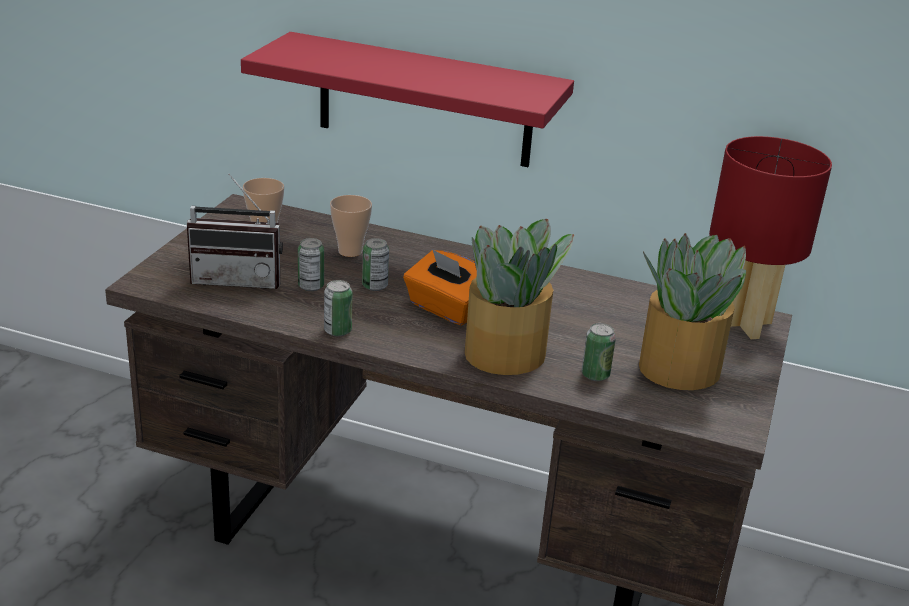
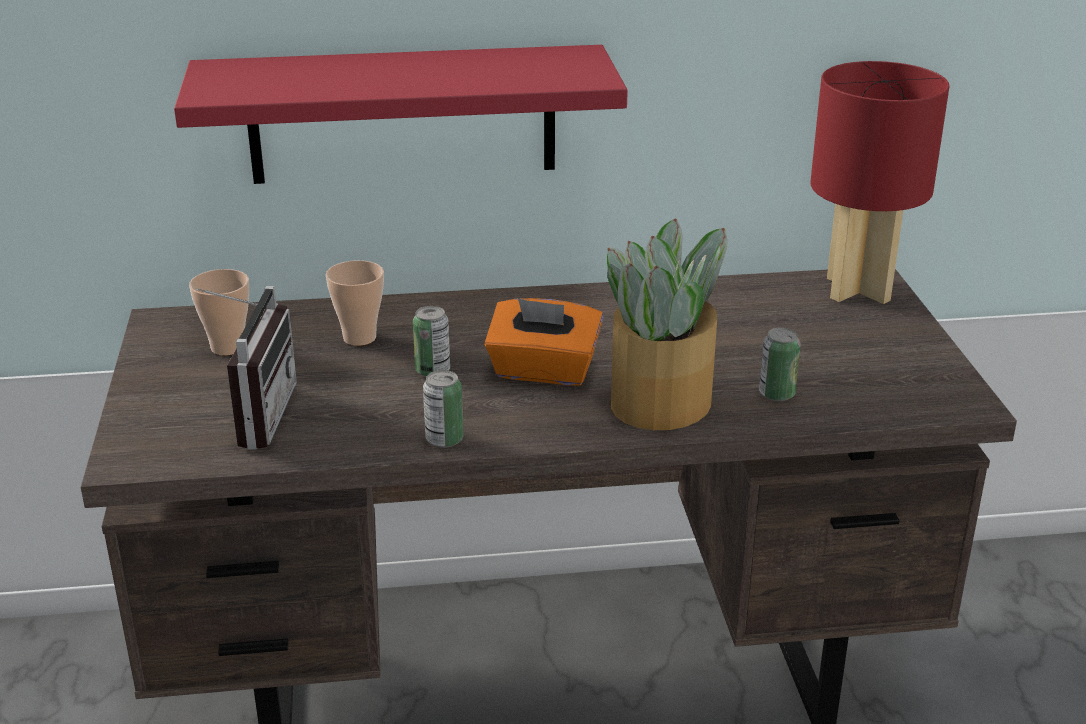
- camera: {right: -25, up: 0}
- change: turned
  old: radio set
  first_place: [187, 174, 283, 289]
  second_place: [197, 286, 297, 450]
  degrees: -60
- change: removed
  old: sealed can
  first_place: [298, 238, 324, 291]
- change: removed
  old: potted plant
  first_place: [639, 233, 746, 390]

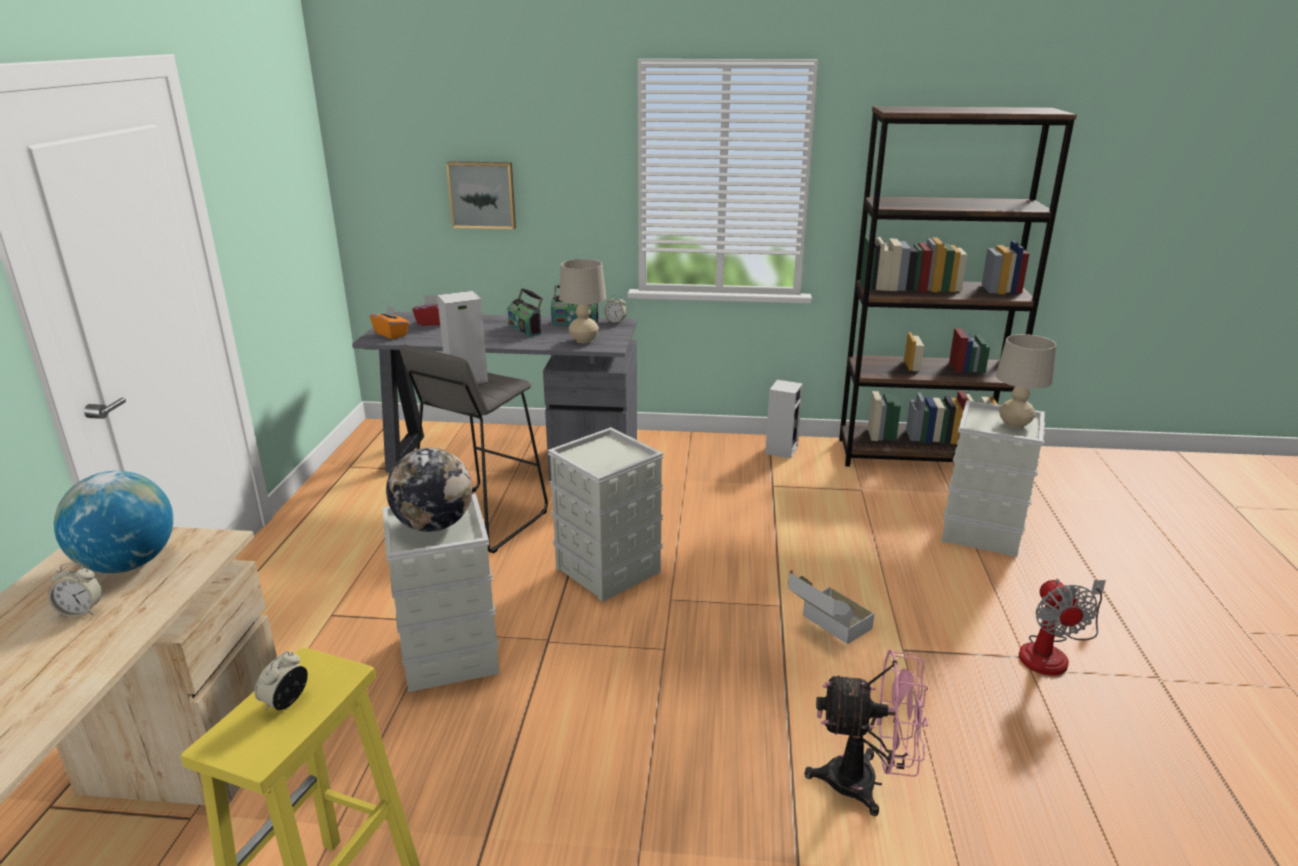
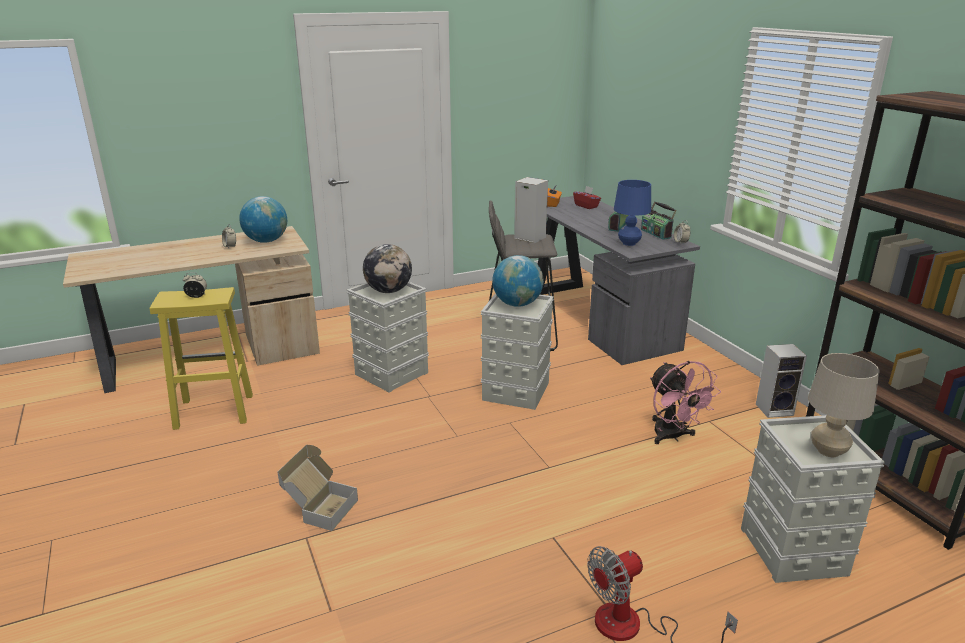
- camera: {right: 60, up: 0}
- change: moved
  old: cardboard box
  first_place: [788, 570, 875, 644]
  second_place: [278, 445, 358, 531]
- change: added
  new: globe
  second_place: [492, 255, 544, 307]
- change: recoloured
  old: beige table lamp
  new: bluish table lamp
  first_place: [559, 259, 606, 343]
  second_place: [614, 180, 651, 246]
- change: moved
  old: pinkish fan
  first_place: [804, 649, 928, 816]
  second_place: [650, 361, 721, 444]
- change: removed
  old: wall picture
  first_place: [446, 162, 516, 229]

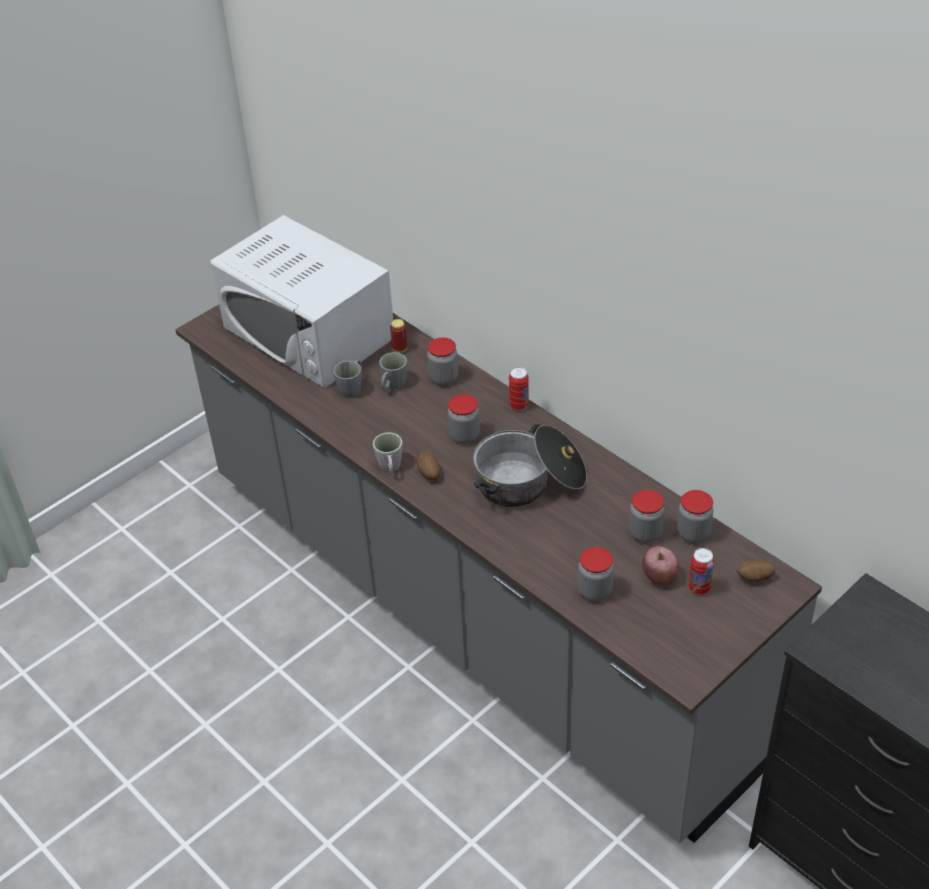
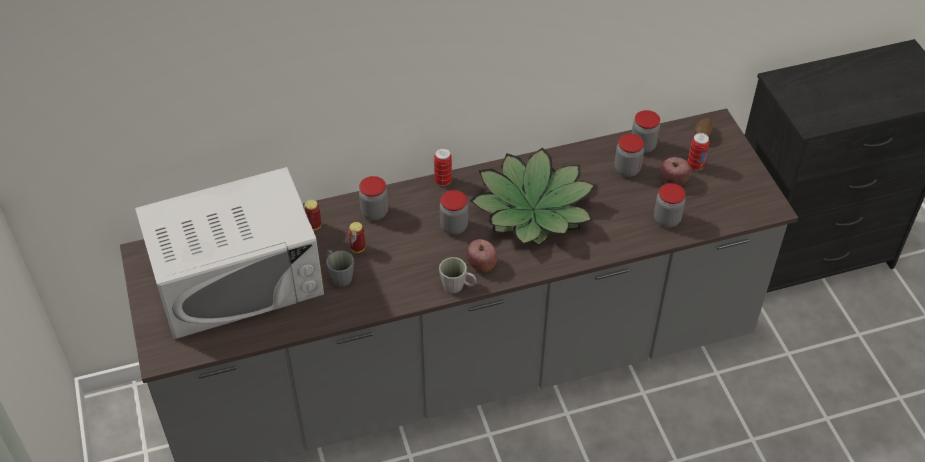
- camera: {right: -65, up: 5}
- change: replaced
  old: grey coffee mug
  new: sealed can
  first_place: [379, 352, 407, 390]
  second_place: [348, 222, 366, 253]
- change: replaced
  old: whole potato
  new: apple fruit
  first_place: [417, 451, 440, 480]
  second_place: [466, 239, 497, 272]
- change: replaced
  old: cooking pot
  new: potted plant
  first_place: [473, 424, 587, 507]
  second_place: [470, 147, 596, 246]

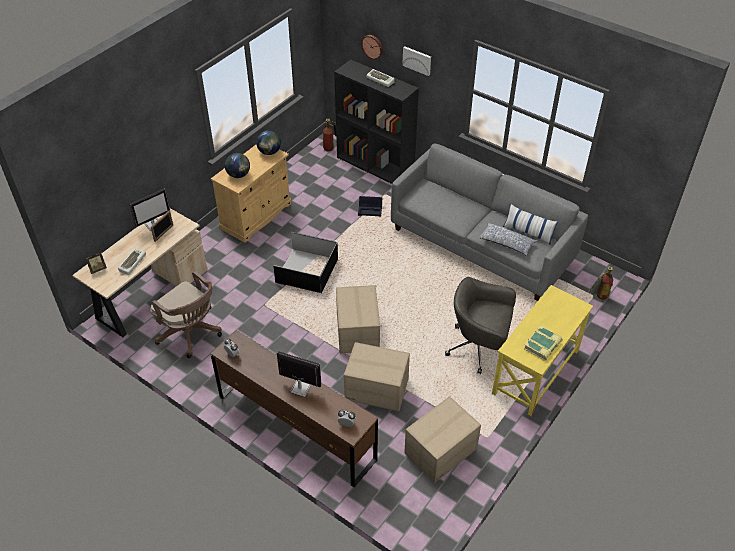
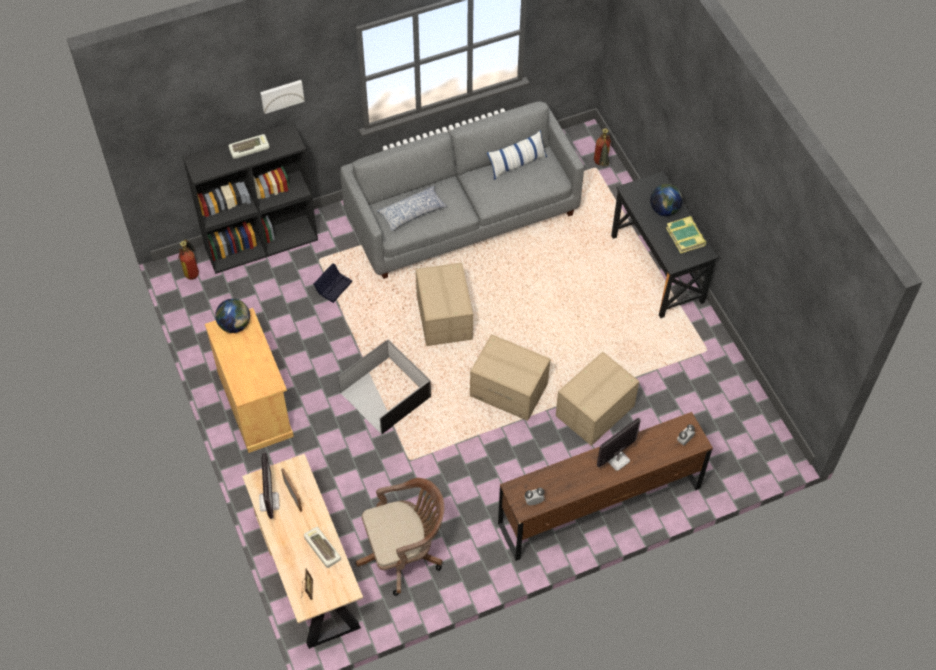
- camera: {right: -60, up: 10}
- change: moved
  old: cushion
  first_place: [478, 222, 538, 256]
  second_place: [377, 185, 447, 232]
- change: moved
  old: cardboard box
  first_place: [404, 396, 481, 483]
  second_place: [416, 263, 473, 346]
- change: recoloured
  old: yellow desk unit
  new: black-coloured desk unit
  first_place: [492, 285, 593, 416]
  second_place: [611, 171, 719, 318]
- change: moved
  old: globe
  first_place: [225, 153, 250, 178]
  second_place: [650, 184, 683, 216]
- change: removed
  old: clock on the wall
  first_place: [361, 35, 383, 60]
- change: removed
  old: grey office chair
  first_place: [445, 277, 516, 374]

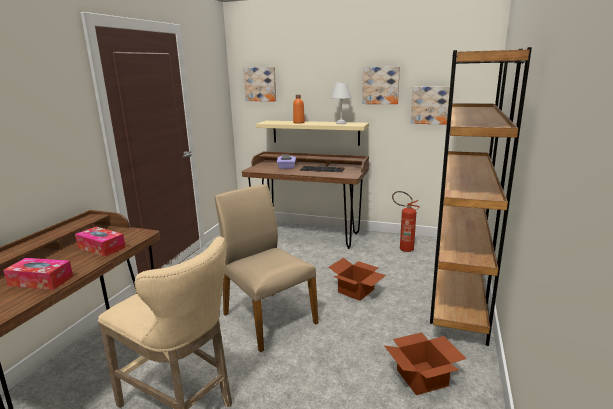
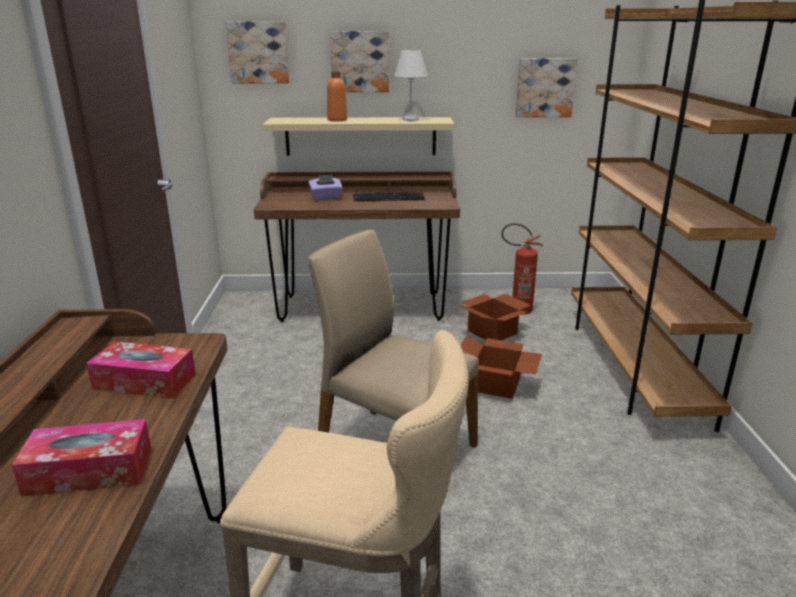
- camera: {right: -20, up: 5}
- change: moved
  old: wall picture
  first_place: [362, 67, 400, 104]
  second_place: [330, 31, 389, 92]
- change: moved
  old: cardboard box
  first_place: [385, 332, 467, 395]
  second_place: [458, 294, 531, 340]

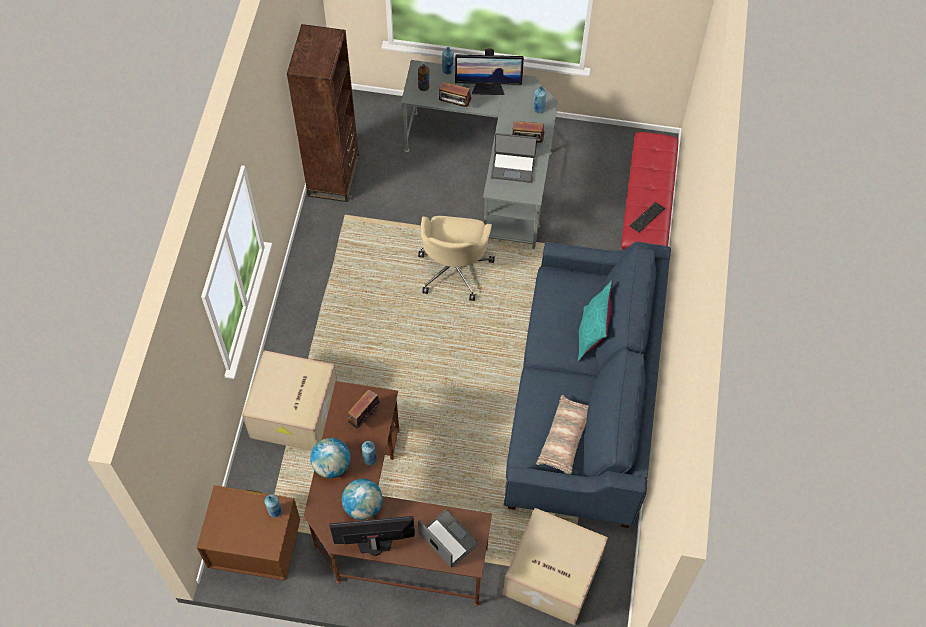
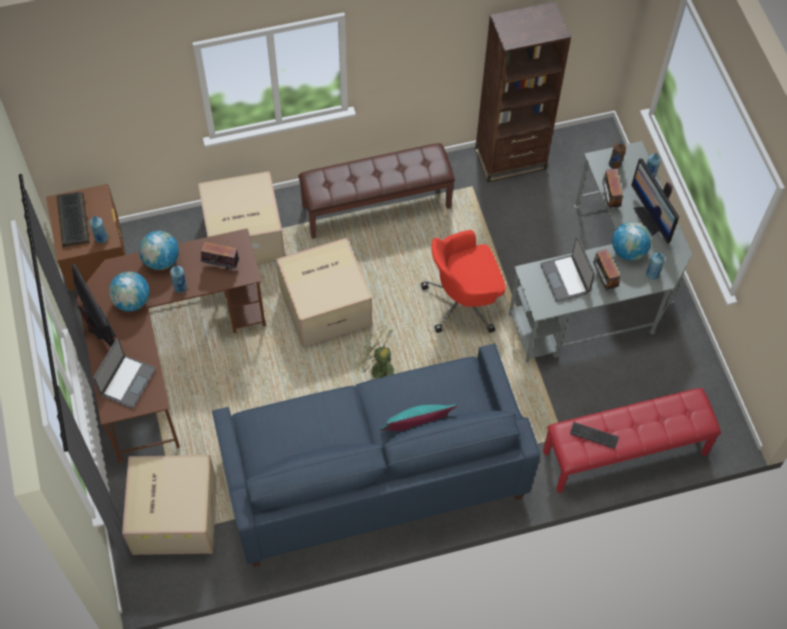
- camera: {right: 65, up: 0}
- change: added
  new: PC keyboard
  second_place: [57, 192, 89, 247]
- change: added
  new: cardboard box
  second_place: [276, 238, 372, 347]
- change: added
  new: brown-coloured bench
  second_place: [298, 143, 455, 239]
- change: added
  new: green-coloured fan
  second_place: [354, 325, 394, 379]
- change: recoloured
  old: beige office chair
  new: reddish office chair
  first_place: [418, 216, 495, 301]
  second_place: [421, 230, 506, 333]
- change: added
  new: globe
  second_place: [612, 222, 652, 261]
- change: removed
  old: cushion
  first_place: [536, 395, 589, 475]

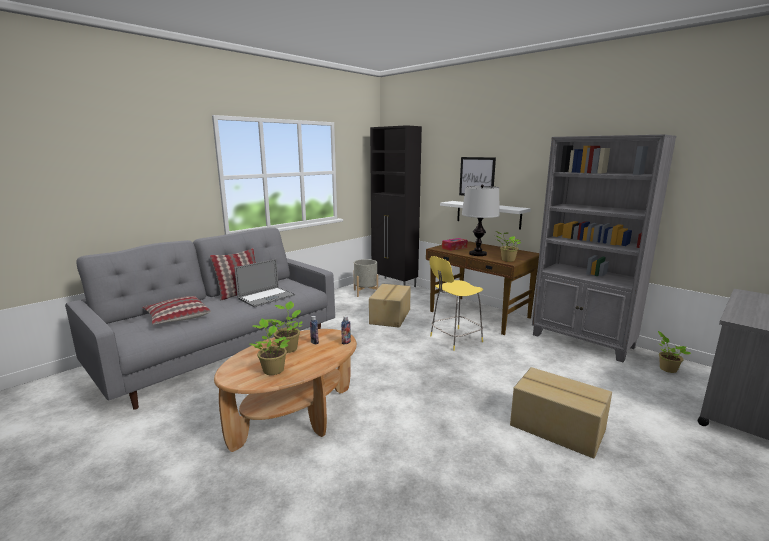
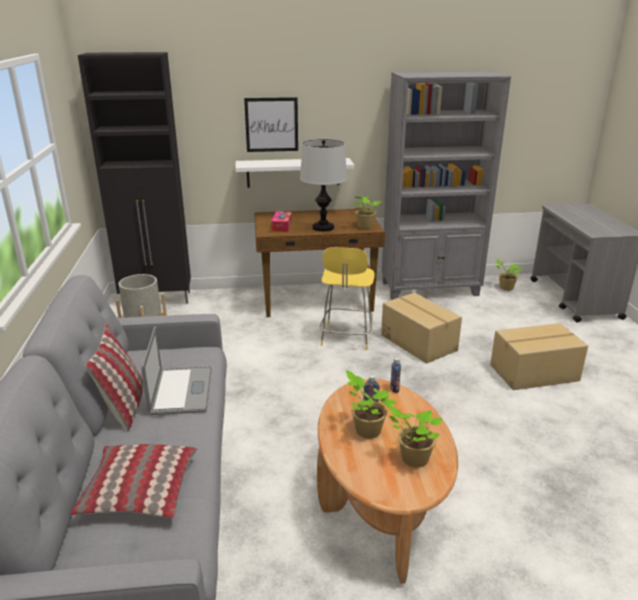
- camera: {right: -50, up: 10}
- change: moved
  old: cardboard box
  first_place: [369, 284, 411, 328]
  second_place: [381, 293, 462, 364]

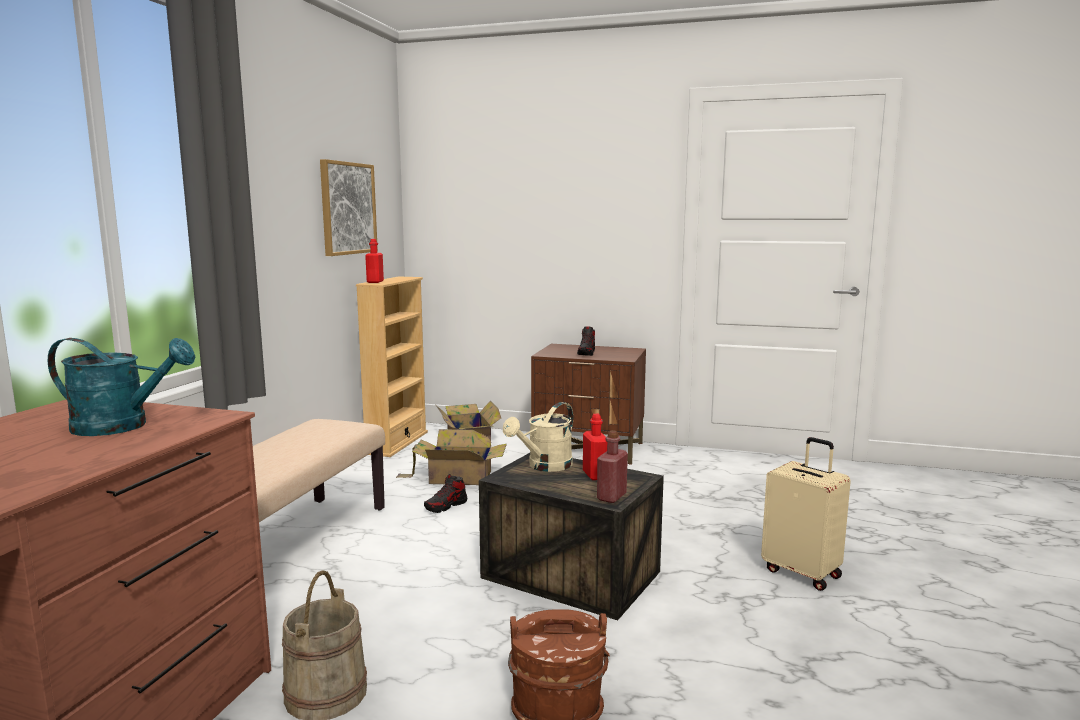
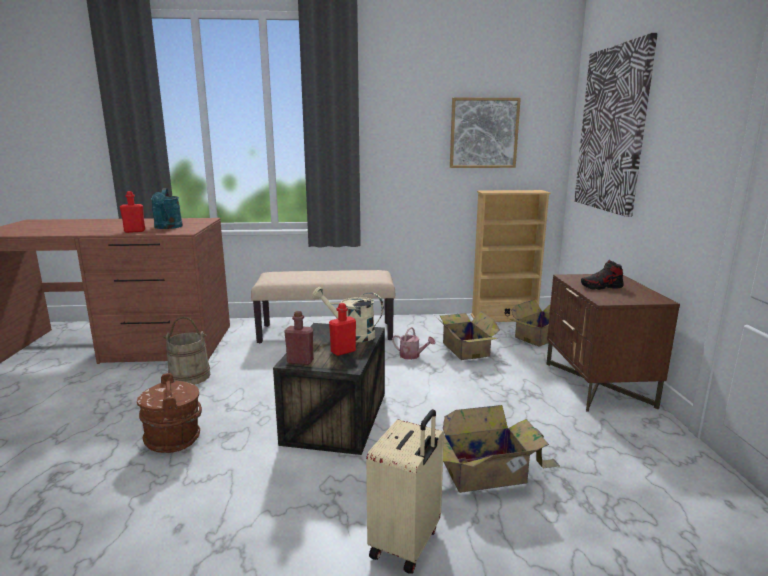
- camera: {right: 70, up: 5}
- change: moved
  old: reddish bottle
  first_place: [365, 239, 384, 283]
  second_place: [120, 191, 145, 233]
- change: replaced
  old: shoe
  new: sprinkling can
  first_place: [424, 474, 467, 513]
  second_place: [392, 327, 435, 360]
- change: added
  new: cardboard box
  second_place: [443, 405, 560, 493]
- change: added
  new: wall picture
  second_place: [574, 33, 657, 217]

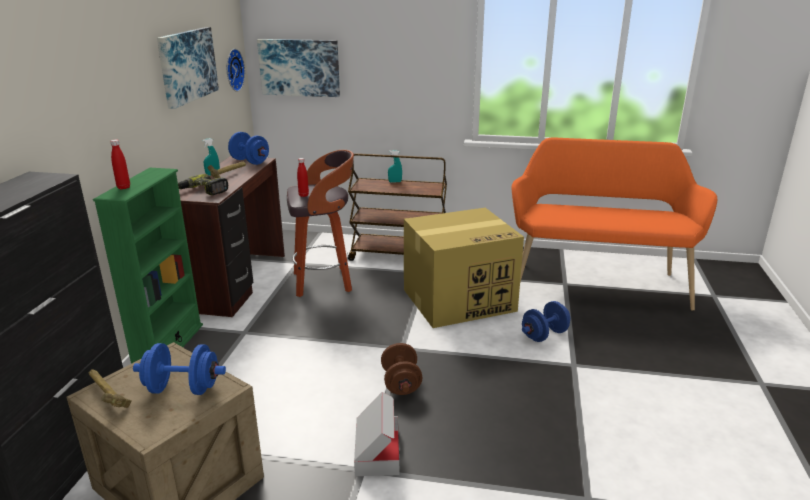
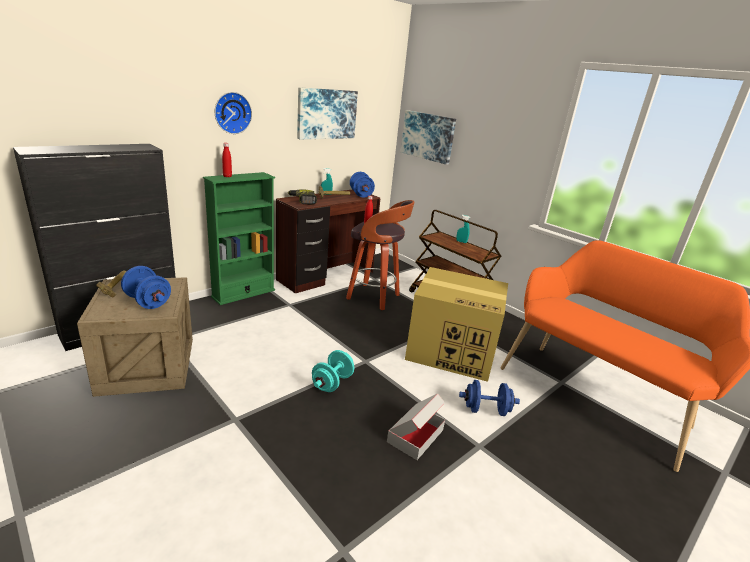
- camera: {right: 35, up: 0}
- change: moved
  old: clock on the wall
  first_place: [227, 49, 245, 92]
  second_place: [215, 92, 252, 134]
- change: recoloured
  old: brown-coloured dumbbell
  new: blue-green dumbbell
  first_place: [381, 343, 422, 395]
  second_place: [312, 350, 354, 392]
- change: moved
  old: cardboard box
  first_place: [354, 392, 399, 476]
  second_place: [387, 393, 445, 460]

